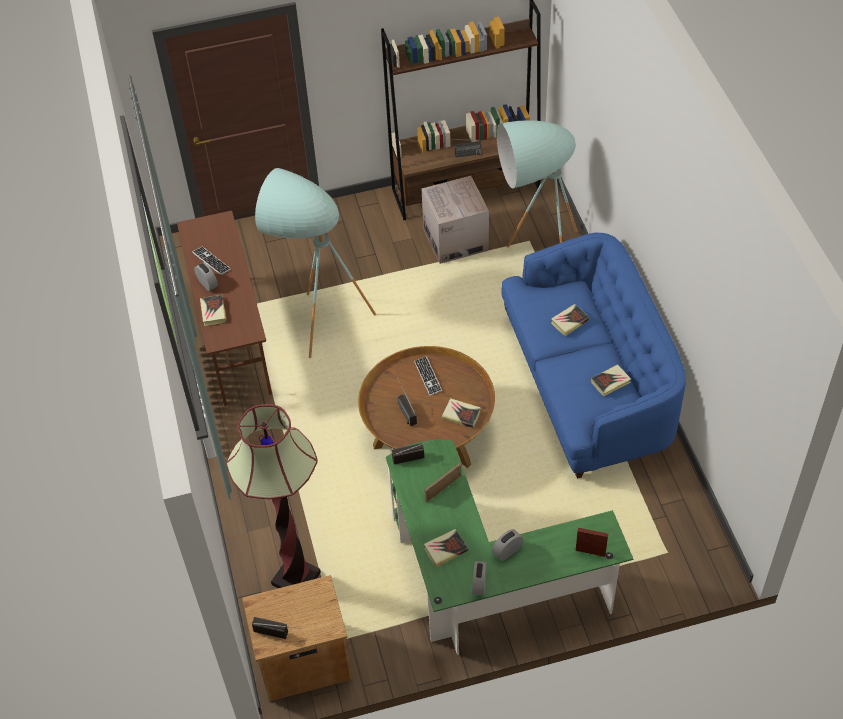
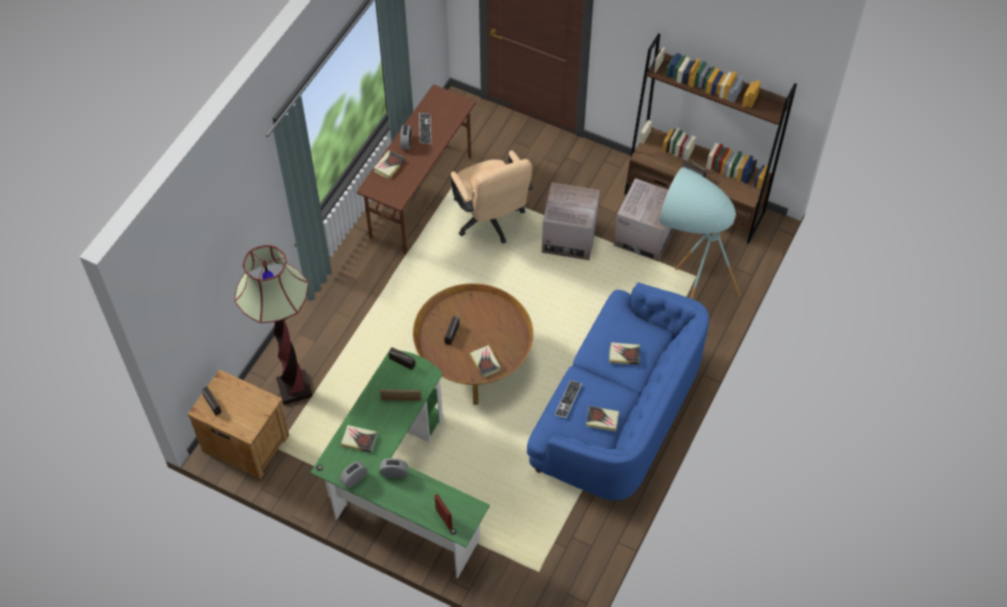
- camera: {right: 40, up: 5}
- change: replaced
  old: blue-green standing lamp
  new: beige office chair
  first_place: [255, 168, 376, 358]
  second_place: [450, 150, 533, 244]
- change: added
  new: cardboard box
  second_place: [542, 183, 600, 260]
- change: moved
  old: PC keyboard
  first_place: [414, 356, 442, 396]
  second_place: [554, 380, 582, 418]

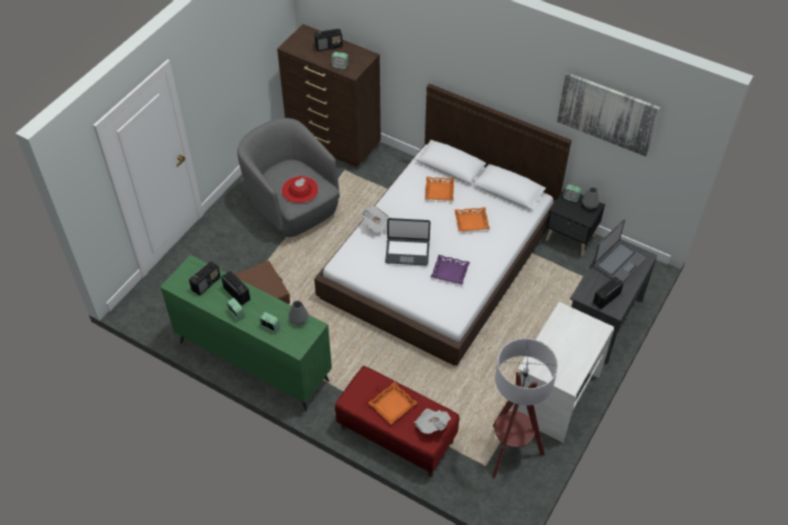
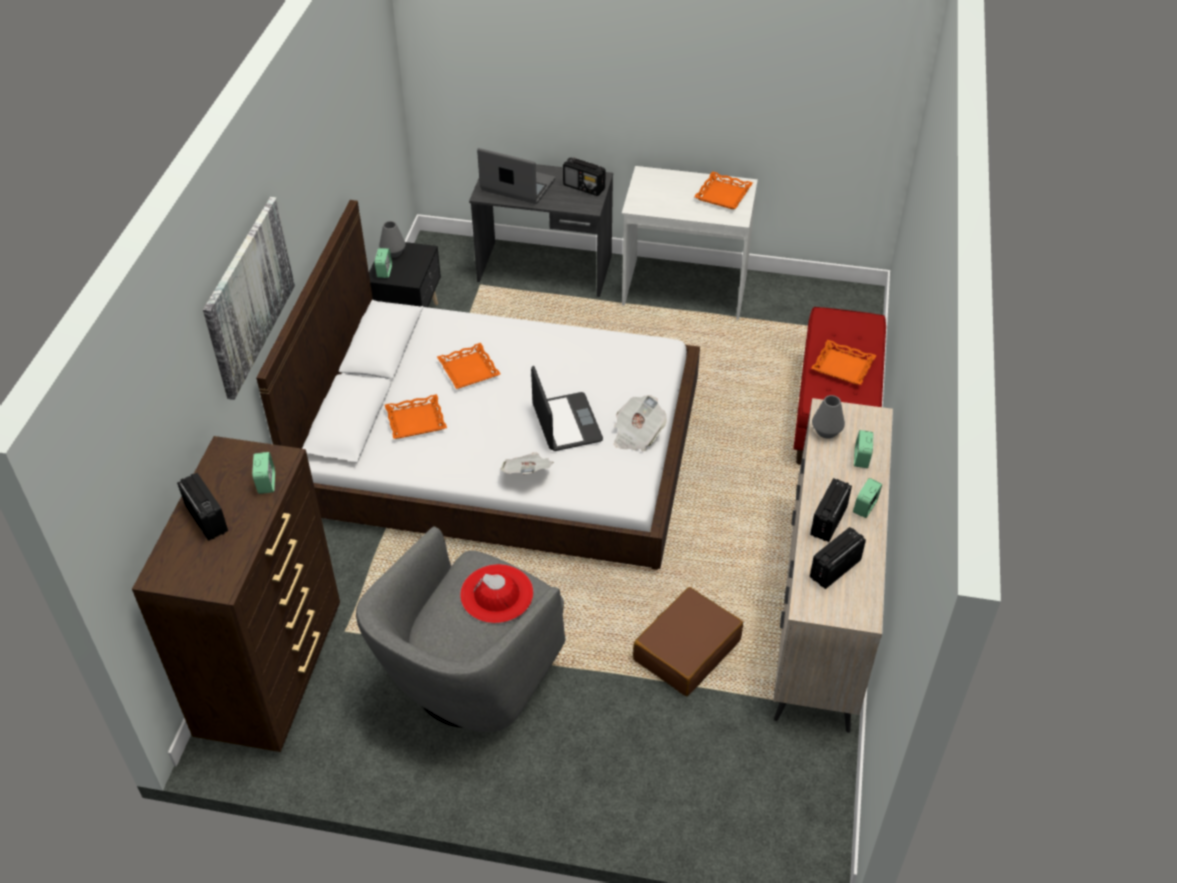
- camera: {right: -110, up: -5}
- change: moved
  old: wall picture
  first_place: [557, 72, 660, 157]
  second_place: [203, 197, 295, 400]
- change: moved
  old: newspaper
  first_place: [414, 408, 451, 434]
  second_place: [614, 395, 667, 452]
- change: added
  new: orange-coloured serving tray
  second_place: [694, 171, 753, 209]
- change: recoloured
  old: green-coloured chest of drawers
  new: beige chest of drawers
  first_place: [160, 255, 332, 412]
  second_place: [773, 398, 893, 733]
- change: turned
  old: radio set
  first_place: [189, 261, 221, 296]
  second_place: [810, 527, 866, 589]
  degrees: -60
- change: removed
  old: purple-coloured serving tray
  first_place: [431, 255, 470, 285]
- change: removed
  old: standing lamp
  first_place: [492, 338, 558, 478]

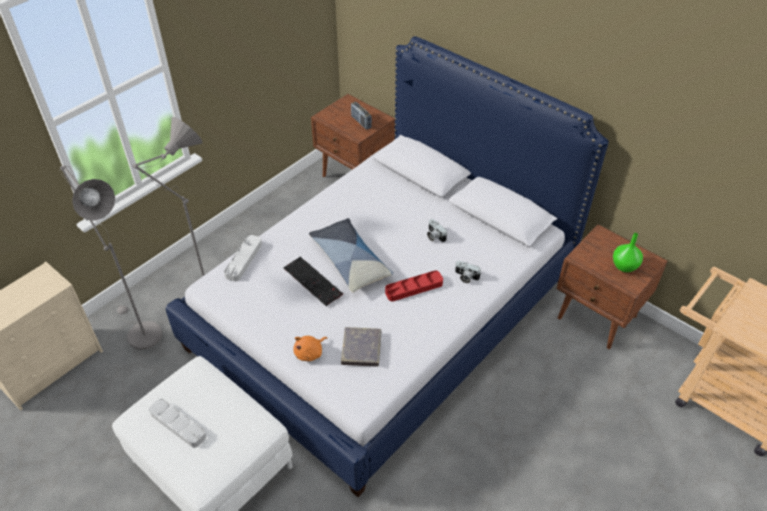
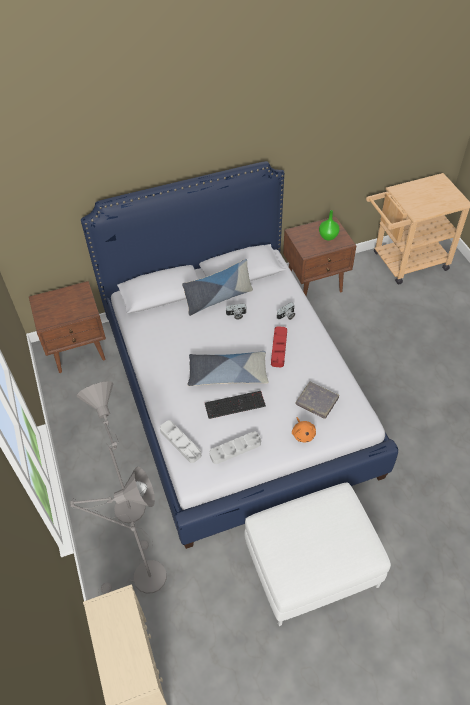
- camera: {right: -60, up: 5}
- change: added
  new: cushion
  second_place: [182, 259, 253, 316]
- change: moved
  old: grey serving tray
  first_place: [149, 399, 206, 448]
  second_place: [209, 431, 261, 464]
- change: removed
  old: radio set
  first_place: [351, 102, 372, 130]

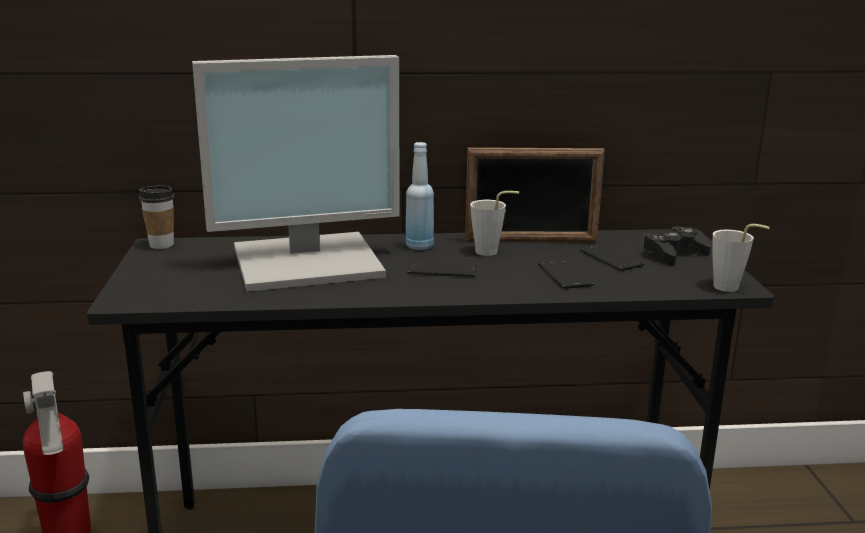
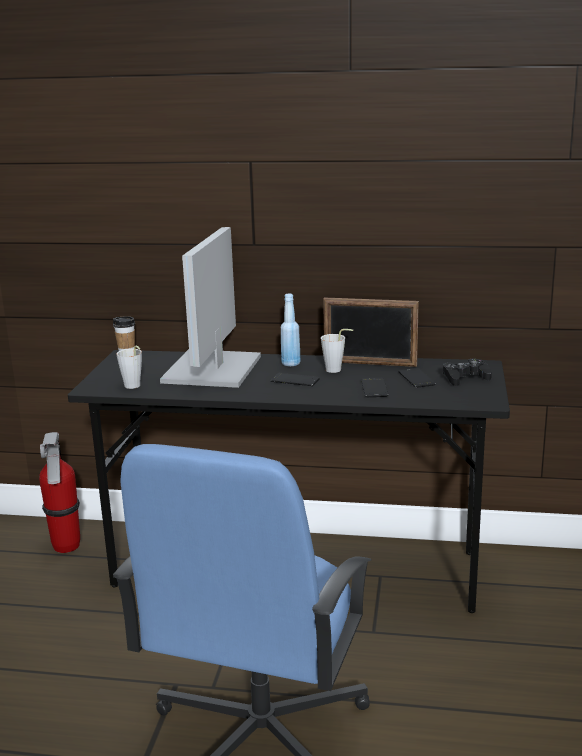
- camera: {right: 15, up: 0}
- change: moved
  old: grey cup
  first_place: [712, 224, 770, 292]
  second_place: [116, 346, 142, 389]
- change: turned
  old: monitor
  first_place: [192, 55, 400, 292]
  second_place: [160, 227, 261, 388]
  degrees: 105

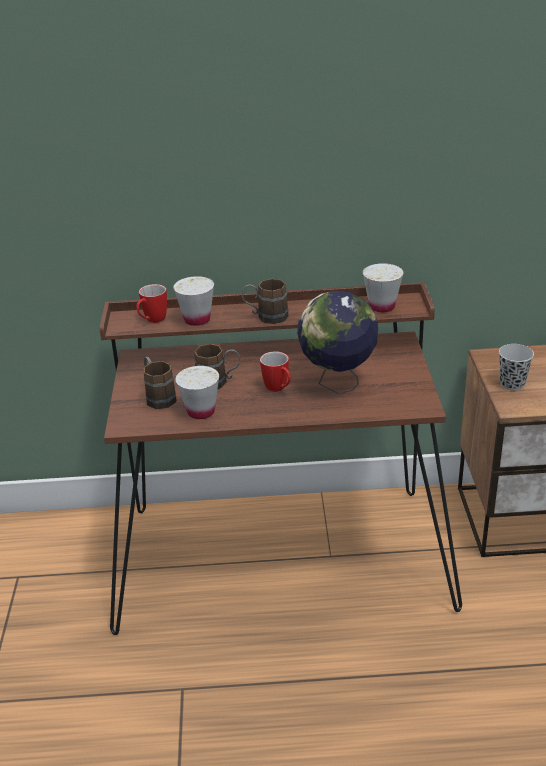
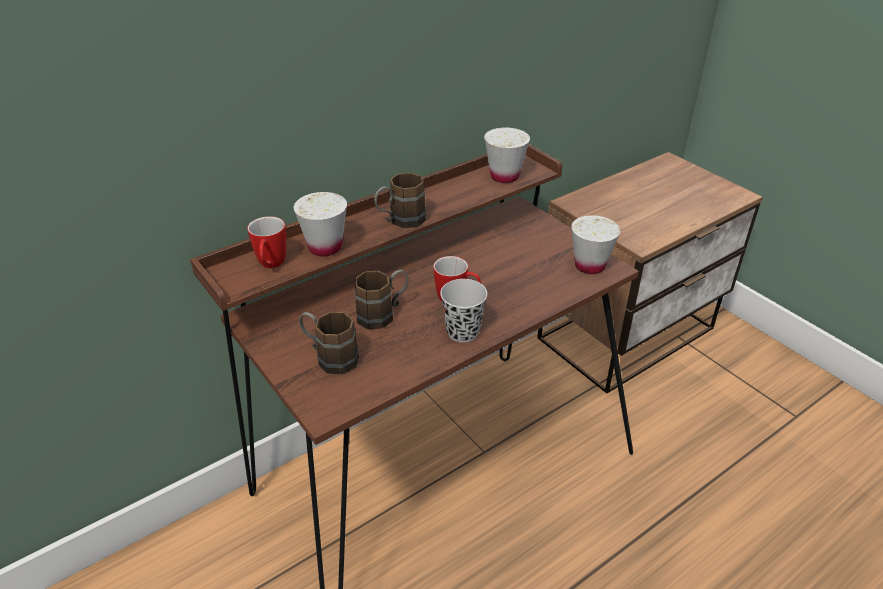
- camera: {right: -35, up: 5}
- change: moved
  old: black-coloured cup
  first_place: [499, 344, 534, 390]
  second_place: [440, 279, 487, 343]
- change: moved
  old: white cup
  first_place: [175, 366, 219, 419]
  second_place: [571, 215, 621, 274]
- change: removed
  old: globe
  first_place: [297, 291, 378, 394]

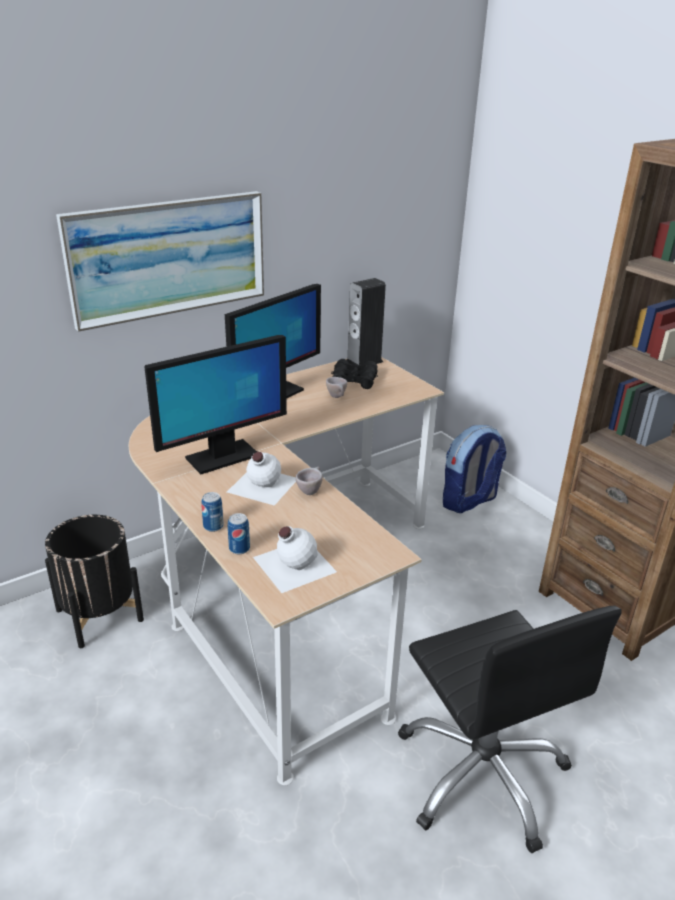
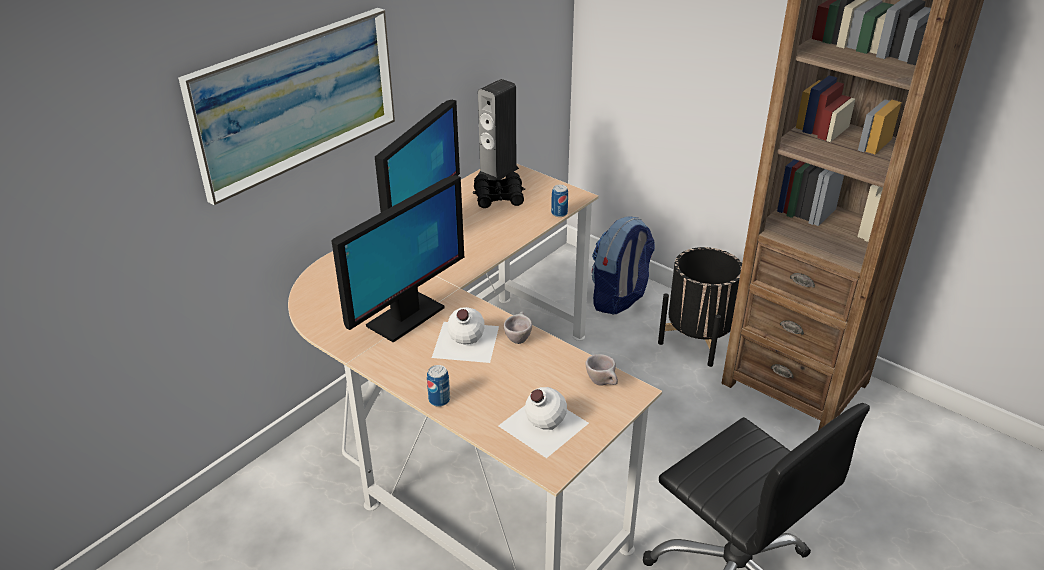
- camera: {right: -15, up: 5}
- change: moved
  old: sealed can
  first_place: [228, 513, 250, 554]
  second_place: [551, 185, 568, 217]
- change: moved
  old: beige cup
  first_place: [326, 377, 347, 398]
  second_place: [586, 354, 618, 386]
- change: moved
  old: black-coloured planter
  first_place: [45, 515, 144, 648]
  second_place: [658, 247, 742, 367]

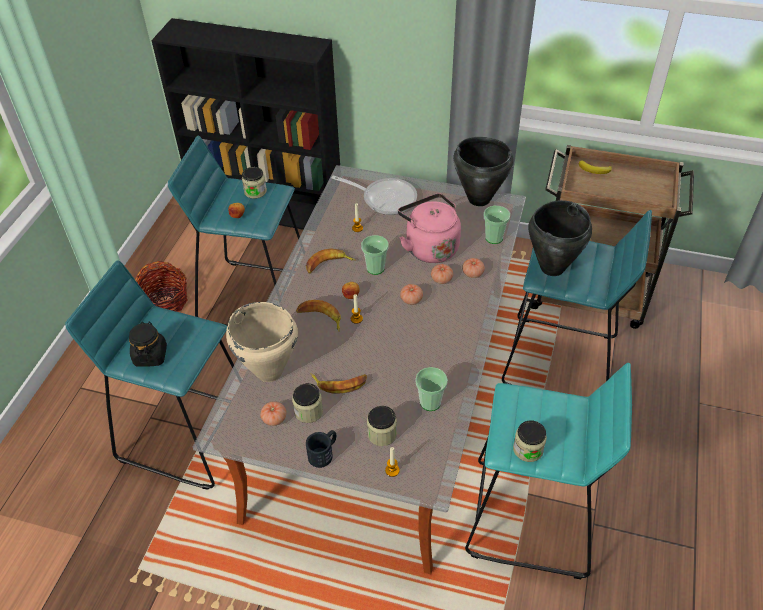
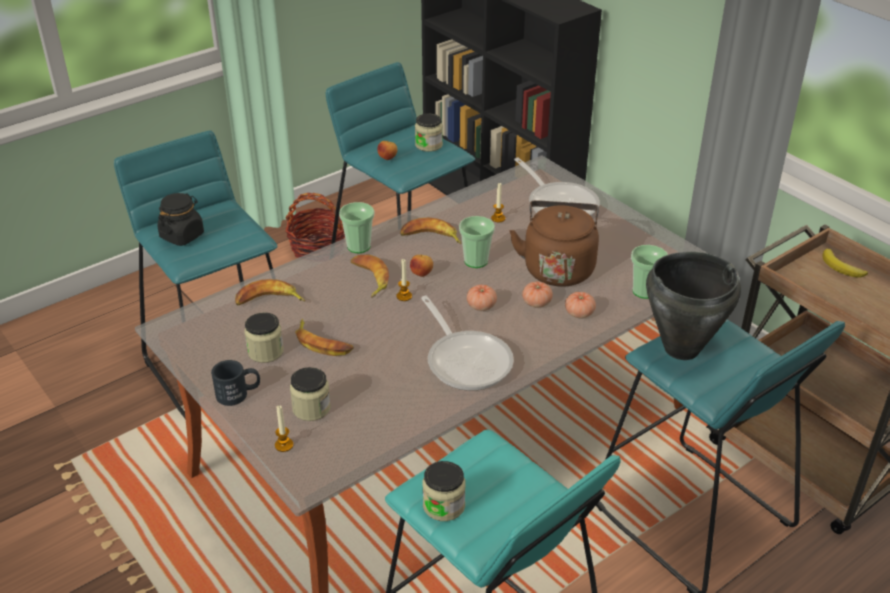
- camera: {right: 35, up: -10}
- change: replaced
  old: beige cooking pot
  new: whole banana
  first_place: [226, 302, 298, 382]
  second_place: [235, 279, 305, 305]
- change: moved
  old: cup
  first_place: [415, 367, 448, 411]
  second_place: [339, 202, 374, 253]
- change: added
  new: pan
  second_place: [421, 296, 514, 391]
- change: recoloured
  old: pinkish kettle
  new: brown-coloured kettle
  first_place: [398, 193, 461, 263]
  second_place: [509, 201, 599, 287]
- change: removed
  old: tomato
  first_place: [260, 401, 286, 426]
- change: removed
  old: black-coloured cooking pot
  first_place: [453, 137, 514, 206]

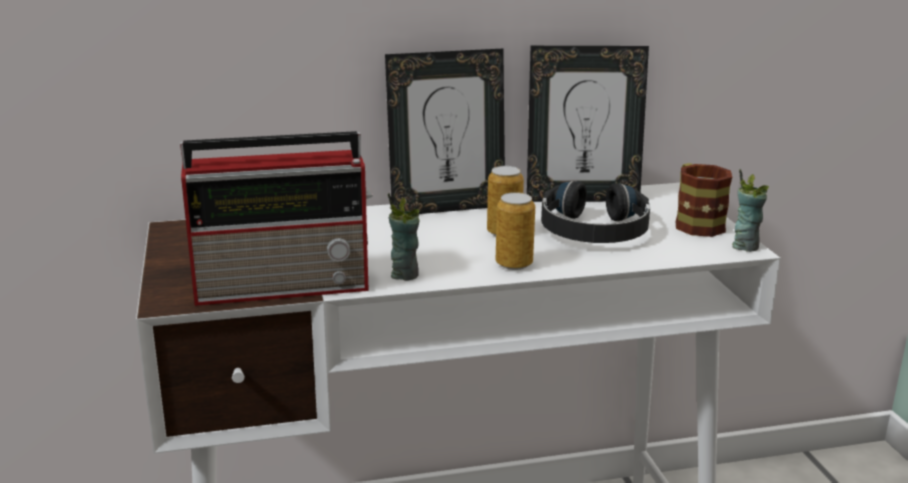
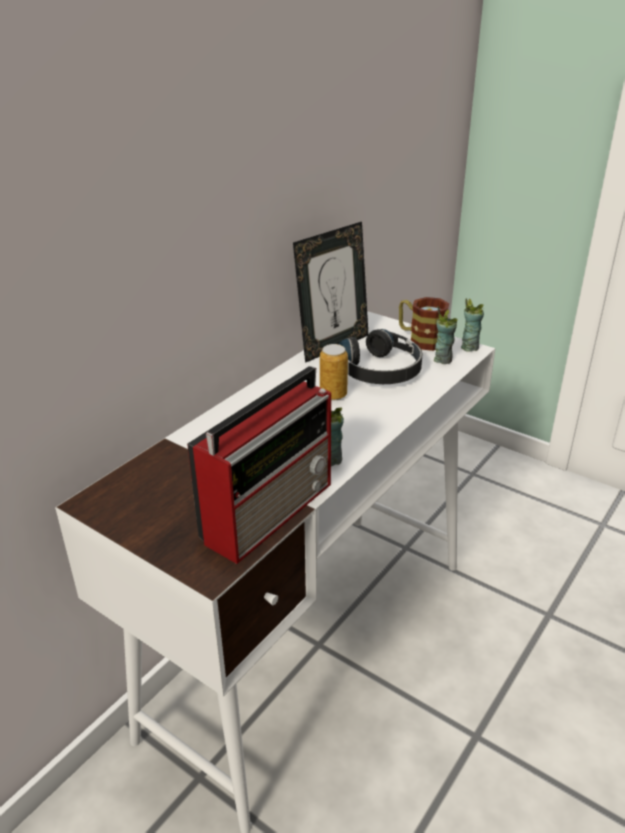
- camera: {right: -40, up: 10}
- change: added
  new: cup
  second_place: [434, 306, 458, 364]
- change: removed
  old: picture frame
  first_place: [385, 49, 505, 214]
- change: removed
  old: sealed can
  first_place: [496, 192, 535, 270]

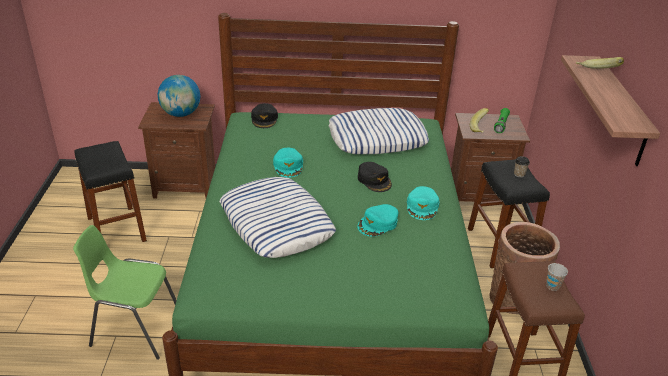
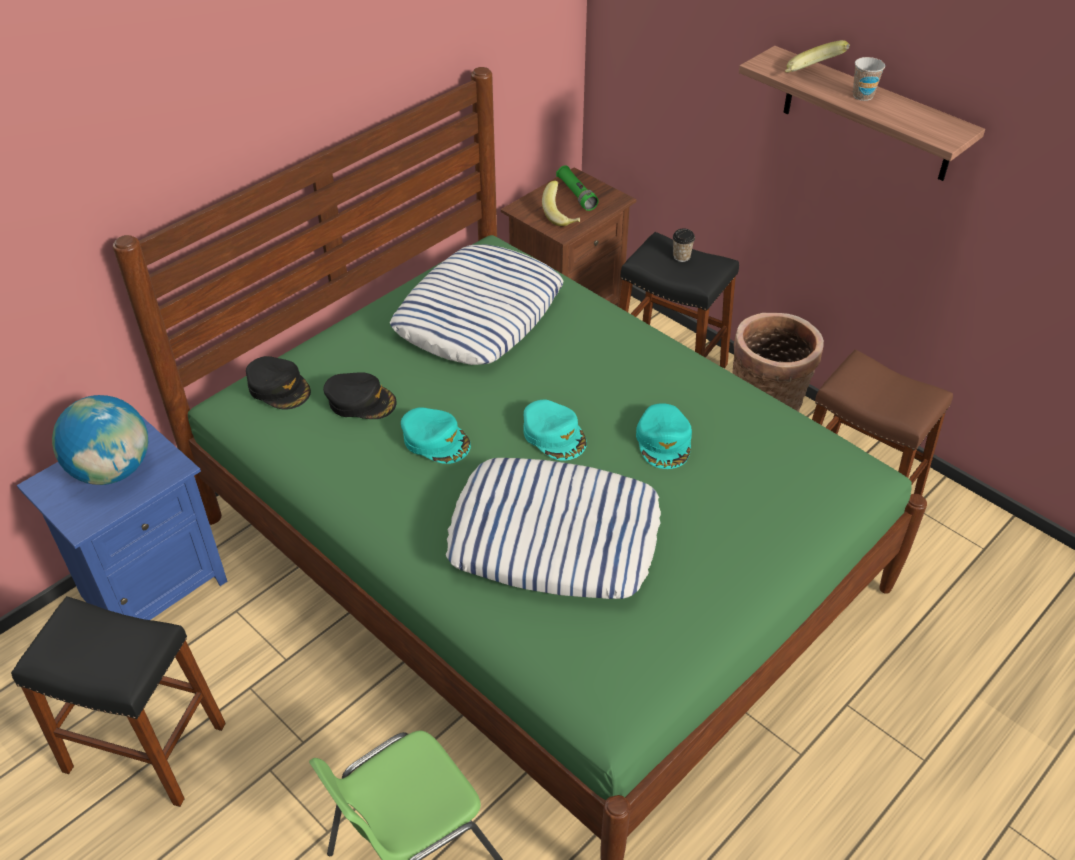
- camera: {right: -45, up: 10}
- change: recoloured
  old: brown-coloured bedside table
  new: bluish bedside table
  first_place: [138, 102, 215, 198]
  second_place: [17, 416, 227, 620]
- change: moved
  old: black-coloured baseball cap
  first_place: [358, 162, 392, 192]
  second_place: [323, 372, 397, 419]
- change: moved
  old: blue-green baseball cap
  first_place: [407, 186, 440, 220]
  second_place: [524, 400, 587, 461]
- change: moved
  old: cup
  first_place: [546, 263, 568, 291]
  second_place: [853, 57, 885, 101]

